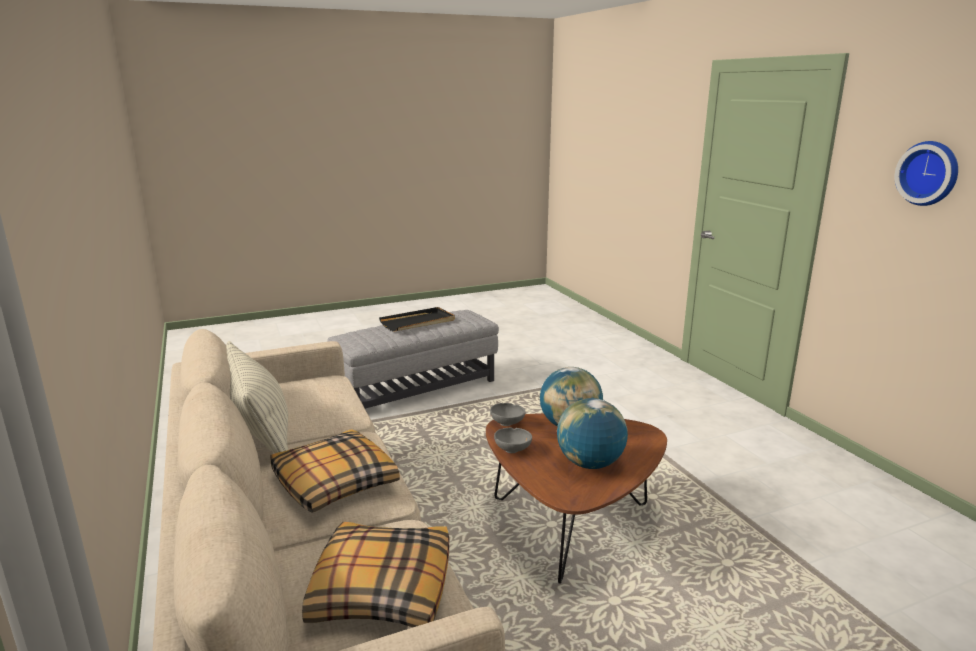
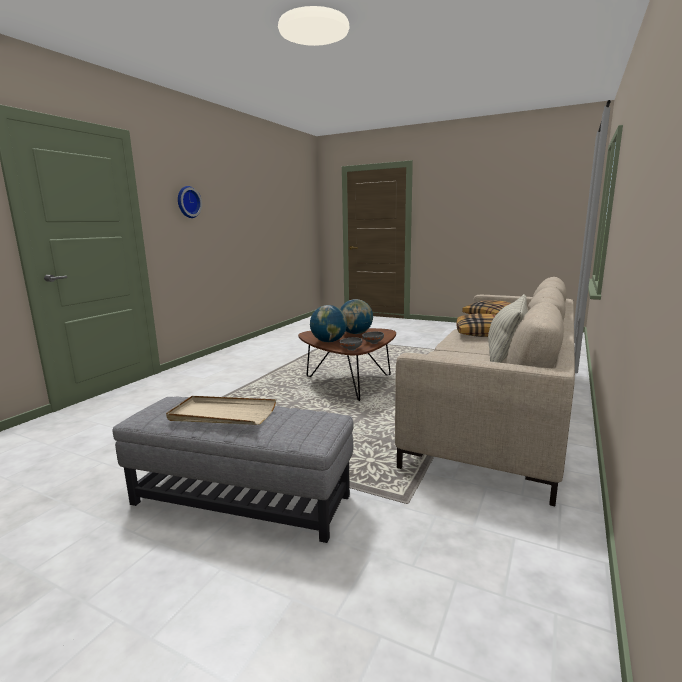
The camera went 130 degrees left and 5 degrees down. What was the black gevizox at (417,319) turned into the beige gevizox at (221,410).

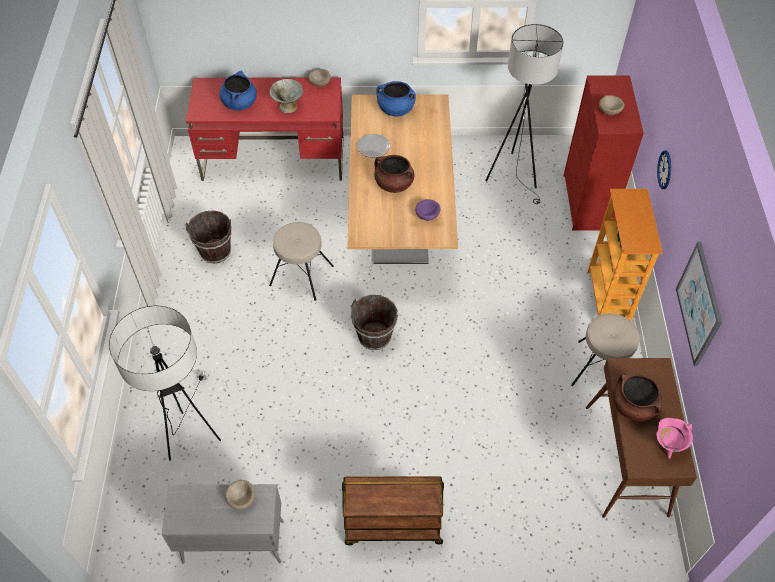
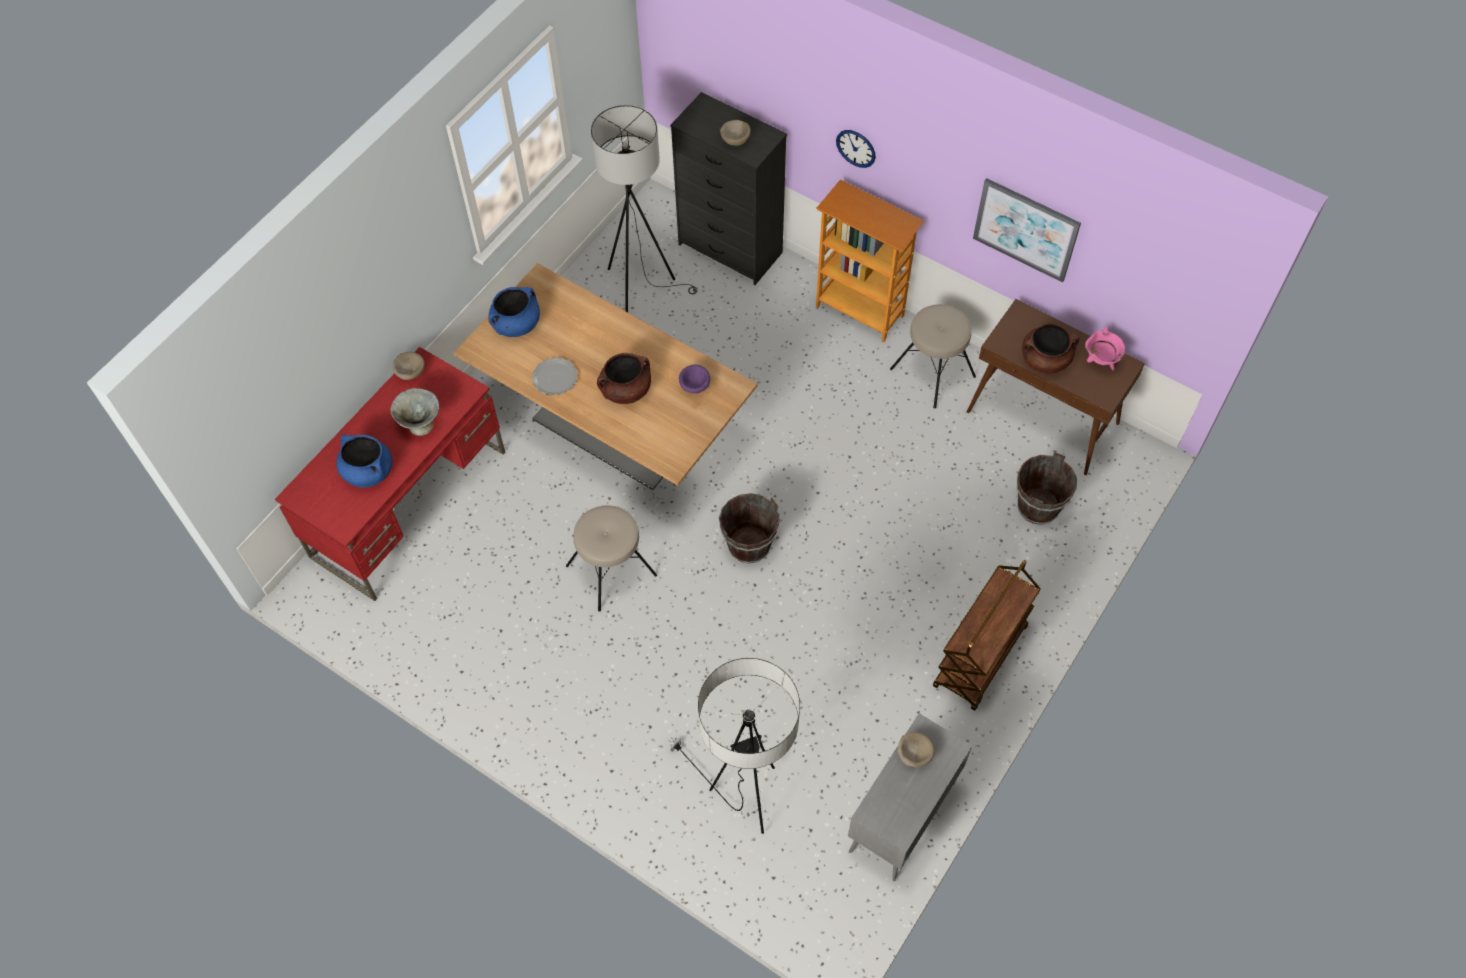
The camera went 55 degrees left and 5 degrees up. The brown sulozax ended up elsewhere, having gone from (209,237) to (1047,488). What was the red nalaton at (603,152) turned into the black nalaton at (728,188).

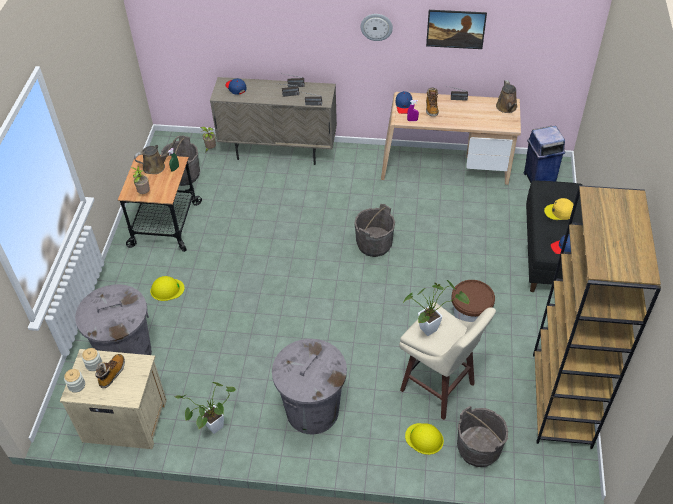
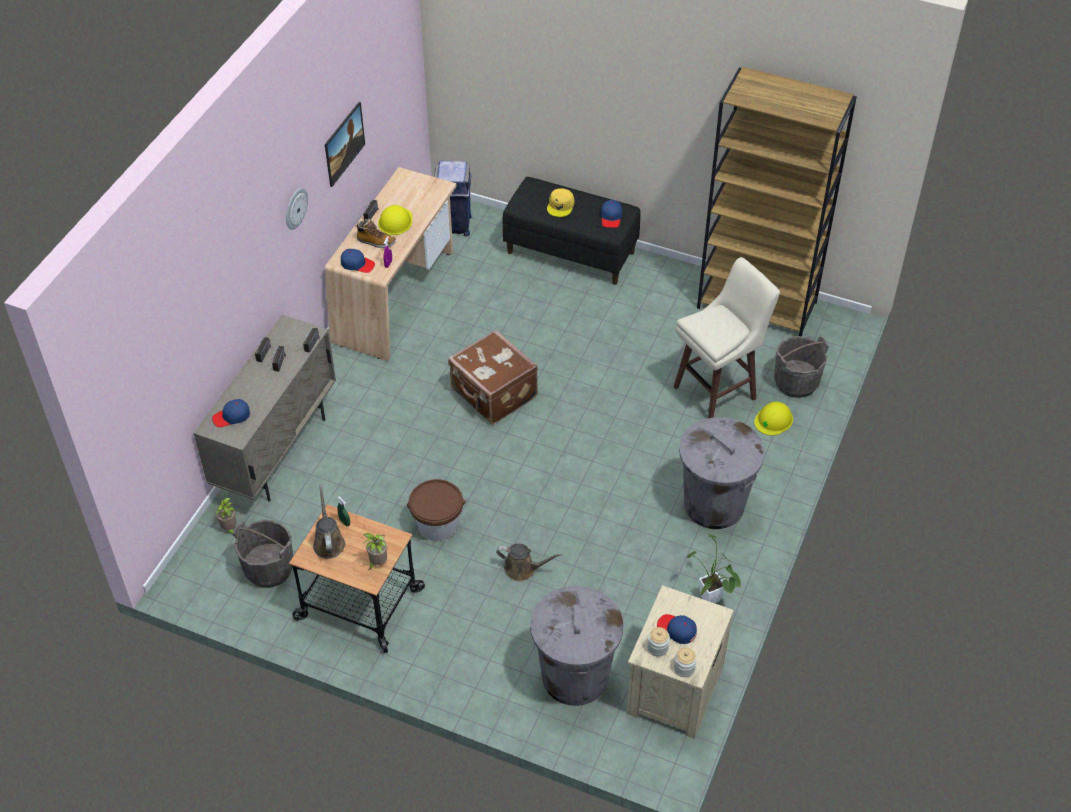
The camera went 75 degrees left and 0 degrees up. Where the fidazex stood at (110,371), the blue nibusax came to stand at (677,629). The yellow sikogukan ended up elsewhere, having gone from (167,288) to (395,220). Where the grey sulozax stood at (374,230), the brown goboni came to stand at (493,377). The second view lost the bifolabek at (436,308). The brown sulozax ended up elsewhere, having gone from (473,301) to (436,510). The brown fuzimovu ended up elsewhere, having gone from (506,96) to (529,562).

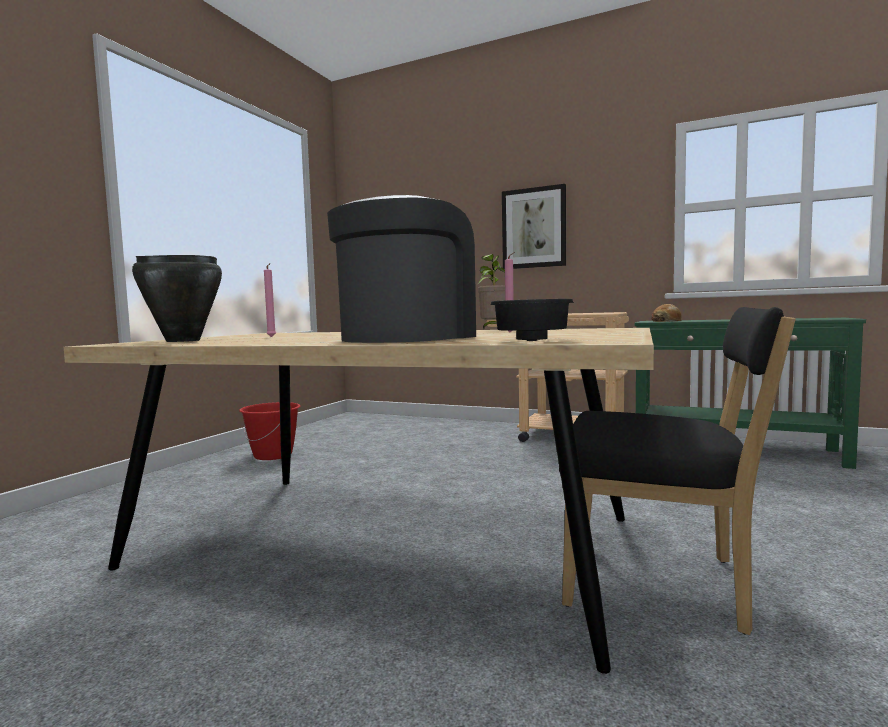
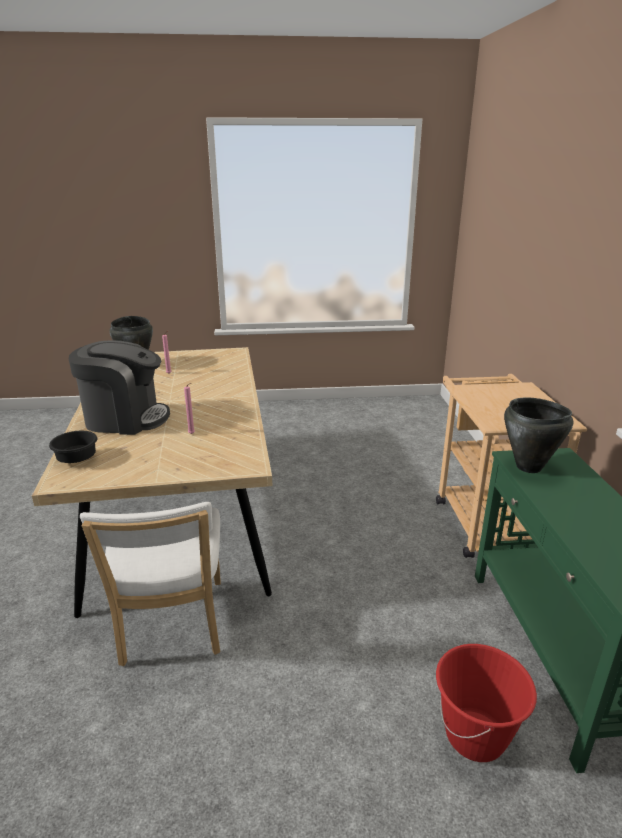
The camera went 60 degrees right and 20 degrees up. The red sulozax ended up elsewhere, having gone from (269,431) to (486,703). The second view lost the bifolabek at (491,291). The second view lost the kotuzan at (534,226). What was the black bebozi at (677,471) turned into the white bebozi at (150,584). Where the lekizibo stood at (666,313), the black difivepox came to stand at (539,435).

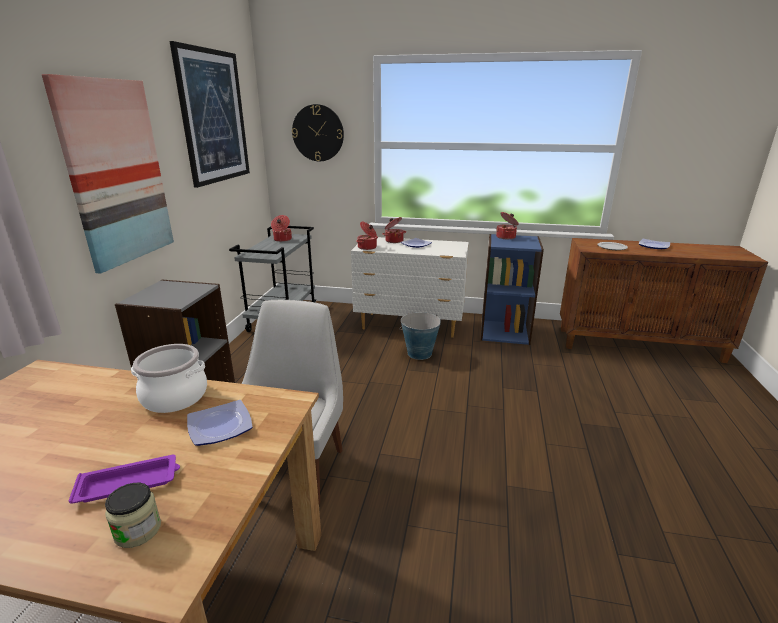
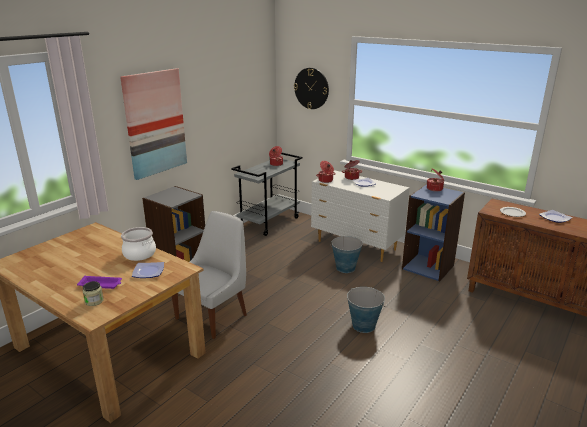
The camera went 25 degrees right and 0 degrees up. The second view lost the kotuzan at (209,114). The second view gained the sulozax at (366,310).

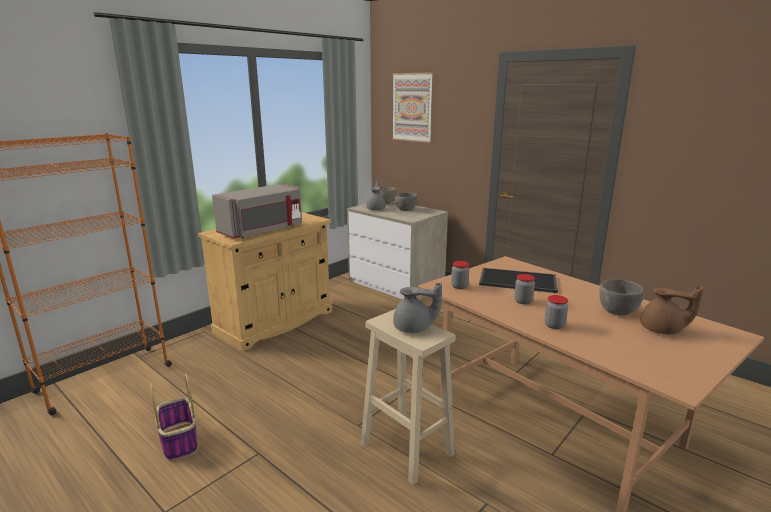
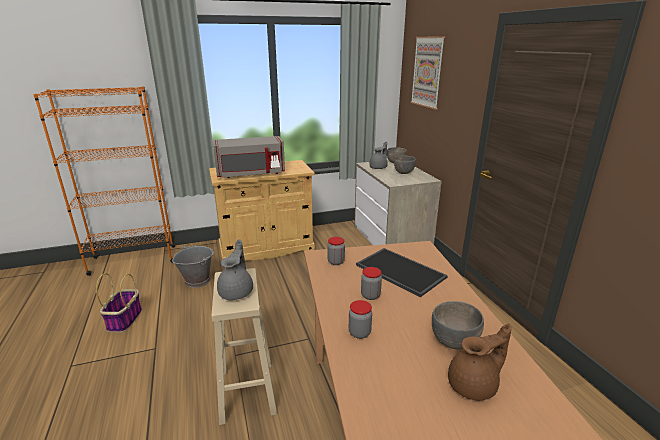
The camera went 30 degrees right and 5 degrees up. The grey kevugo at (417,307) ended up facing another way, 120 degrees counterclockwise from before. The brown kevugo at (672,310) ended up facing another way, 75 degrees counterclockwise from before. The second view gained the grey sulozax at (193,267).

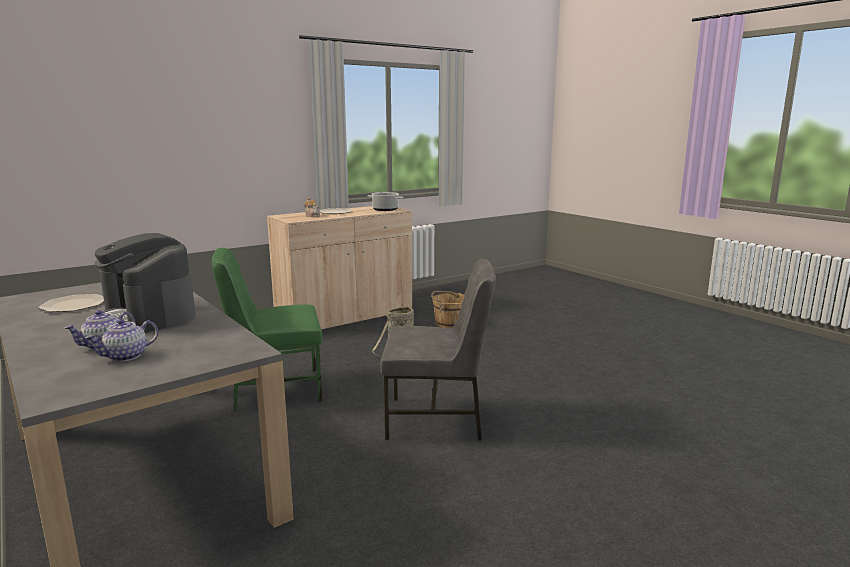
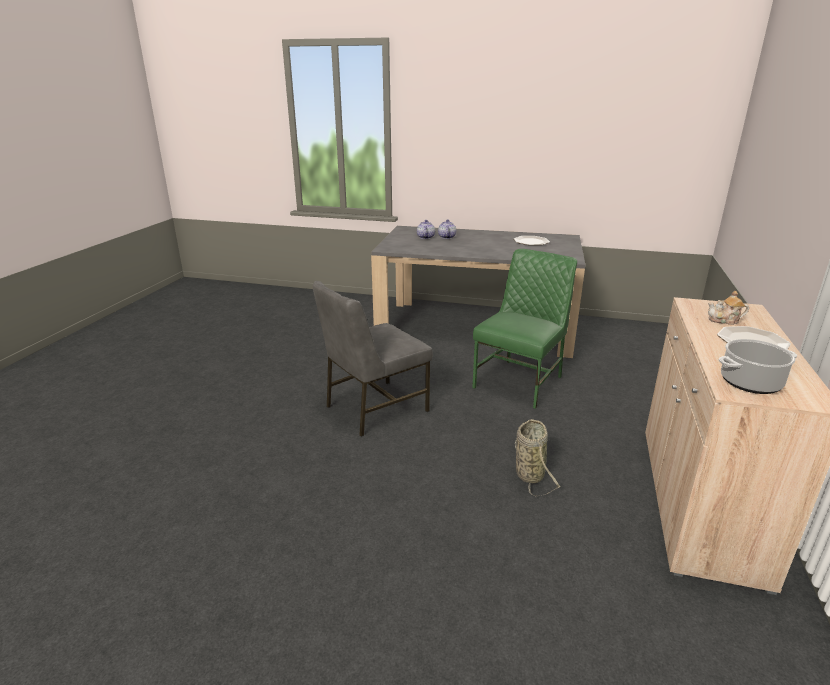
The camera went 140 degrees right and 10 degrees up. The second view lost the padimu at (144,283). The second view lost the brown sulozax at (447,309).

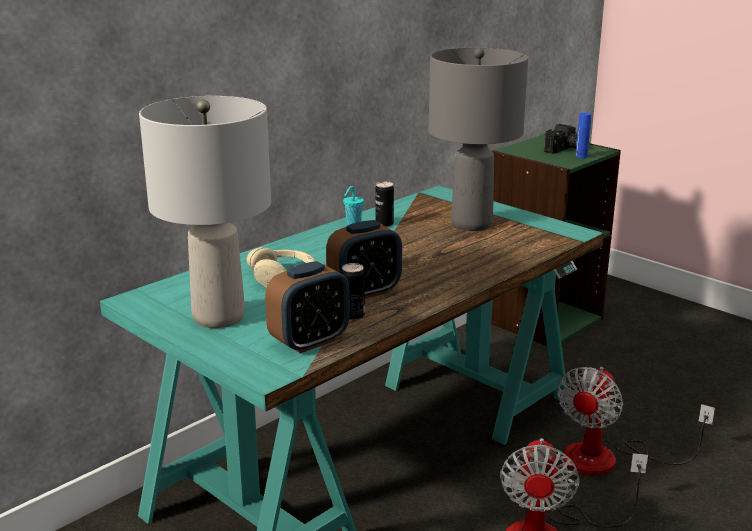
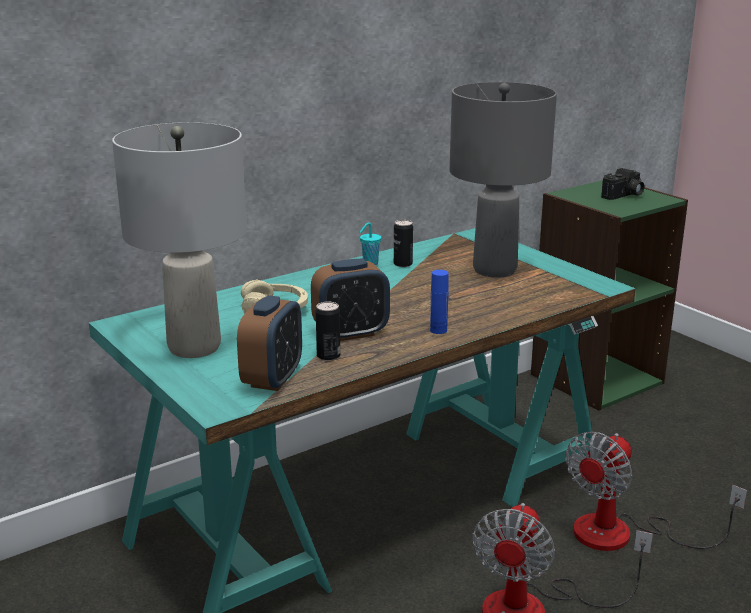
The camera went 10 degrees right and 0 degrees up. The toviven at (307,307) ended up facing another way, 45 degrees counterclockwise from before. The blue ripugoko ended up elsewhere, having gone from (583,135) to (439,302).

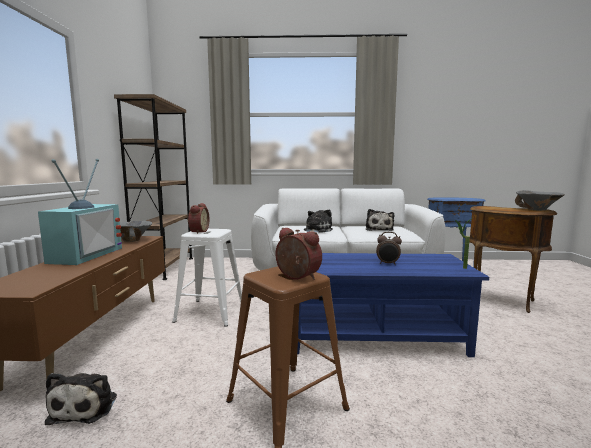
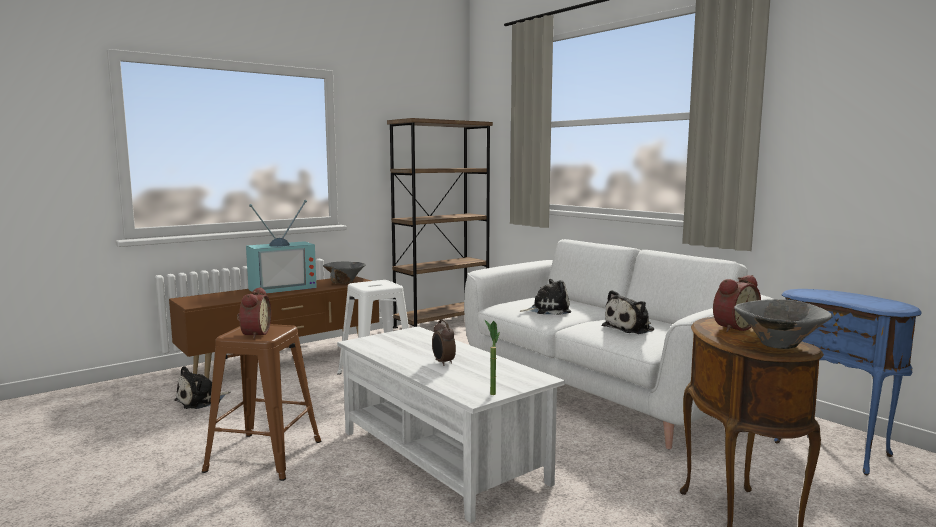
The camera went 50 degrees right and 0 degrees up. The toviven ended up elsewhere, having gone from (198,218) to (737,303). What was the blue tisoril at (393,305) turned into the white tisoril at (451,424).

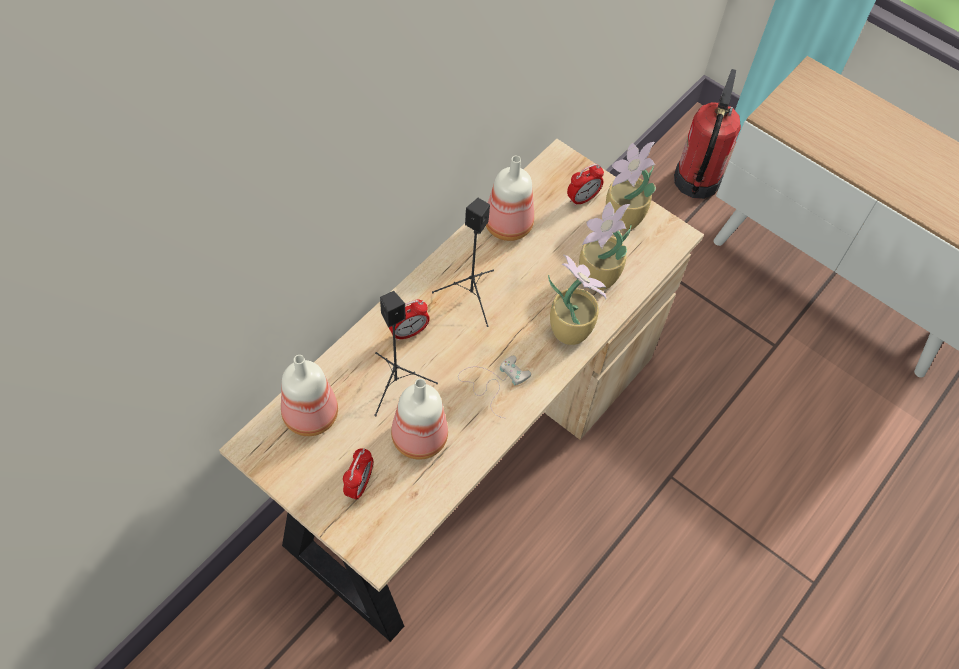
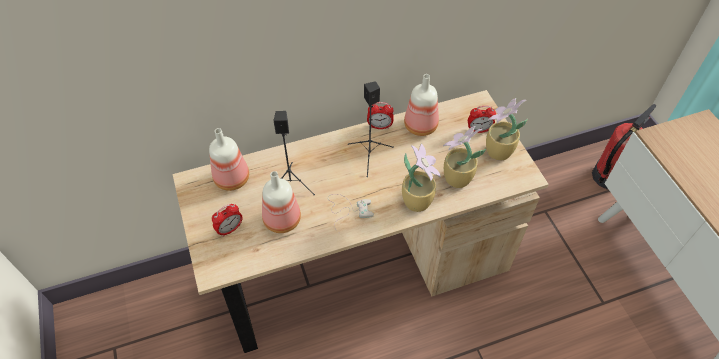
The camera went 35 degrees right and 5 degrees down. The toviven ended up elsewhere, having gone from (409,320) to (380,115).

